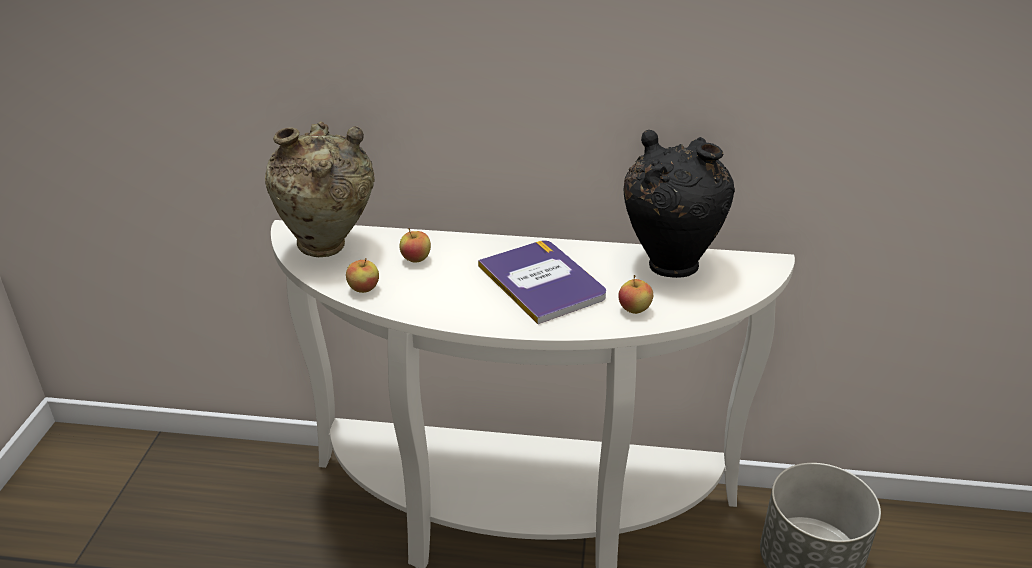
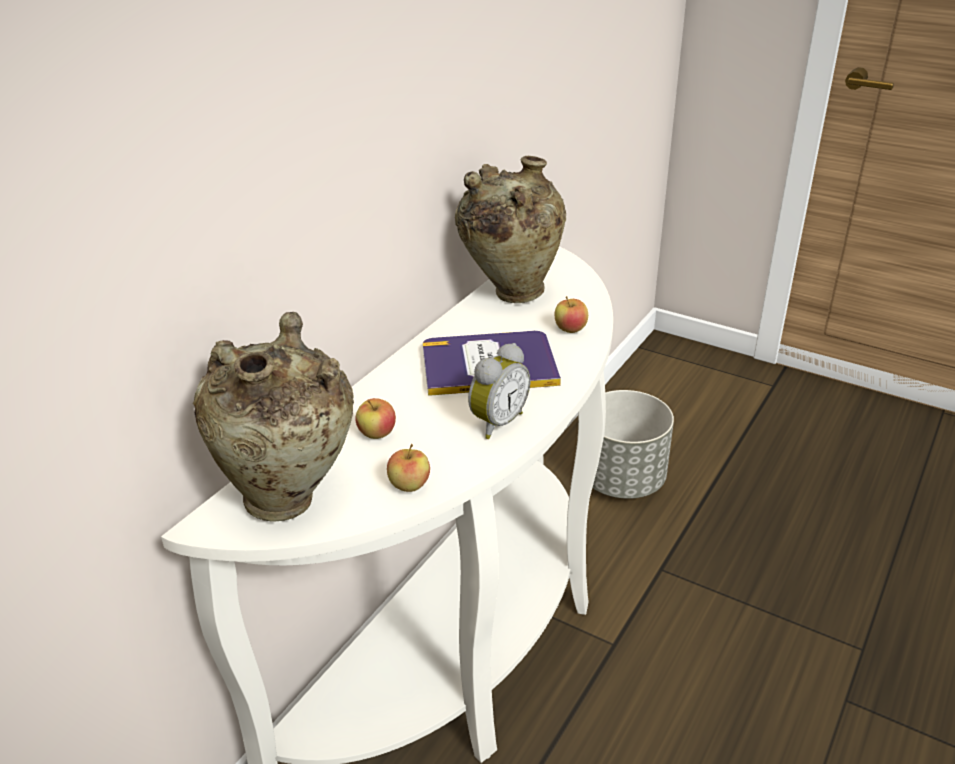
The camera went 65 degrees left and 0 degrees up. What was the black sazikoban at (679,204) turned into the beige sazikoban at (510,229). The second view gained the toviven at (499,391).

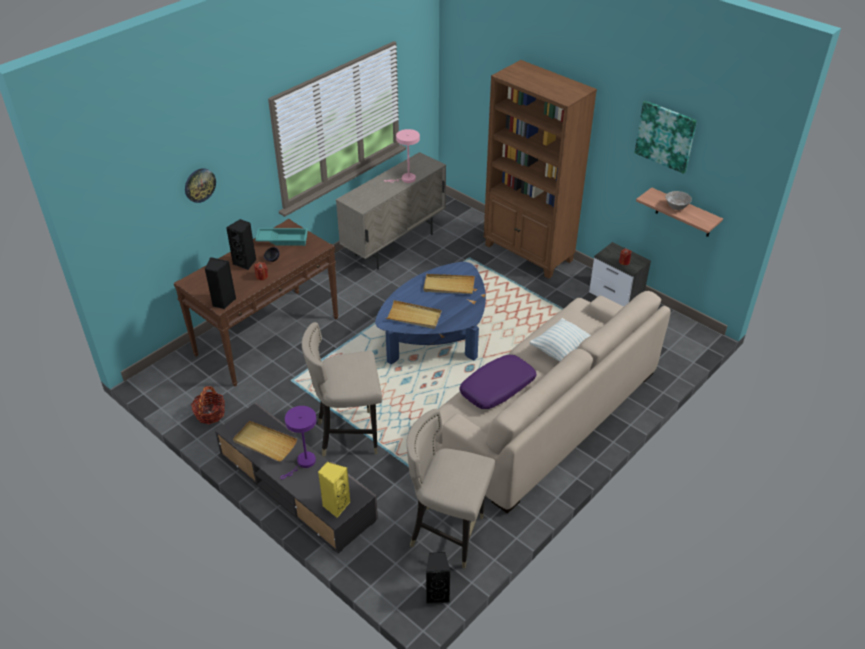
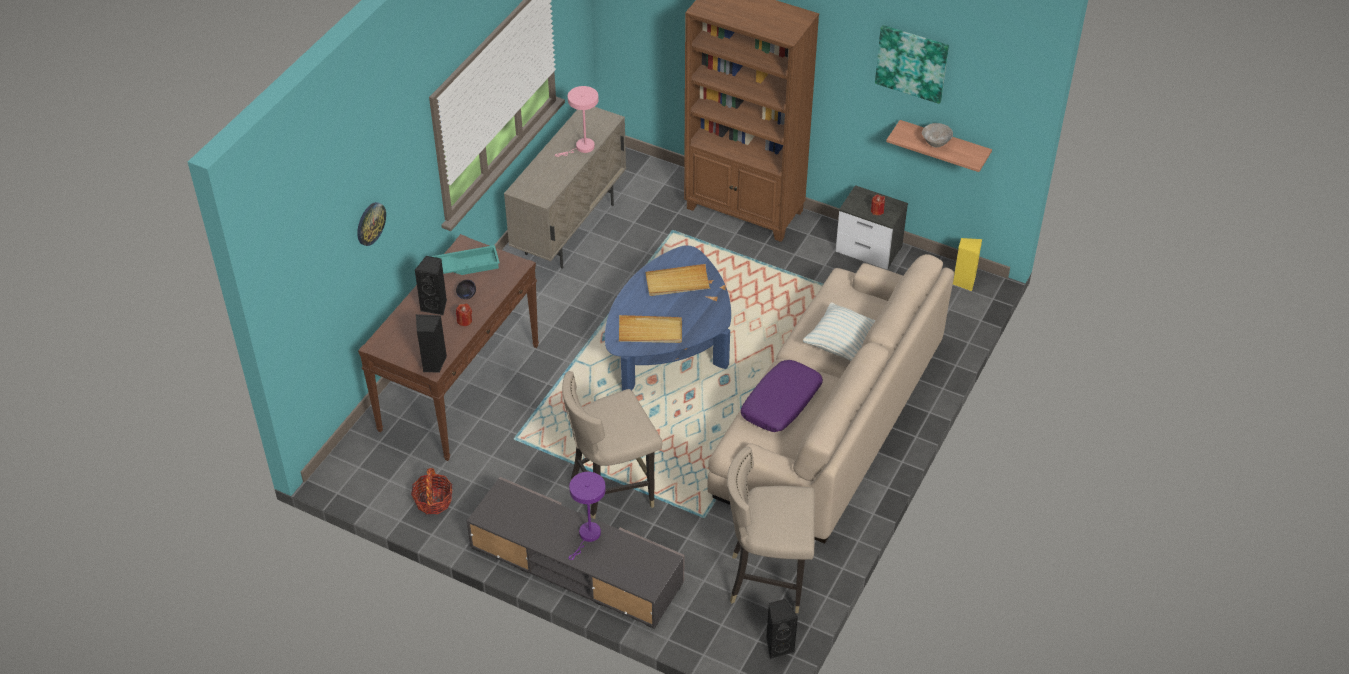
The camera went 15 degrees left and 5 degrees up. The second view lost the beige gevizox at (265,441). The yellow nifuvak ended up elsewhere, having gone from (334,489) to (967,264).

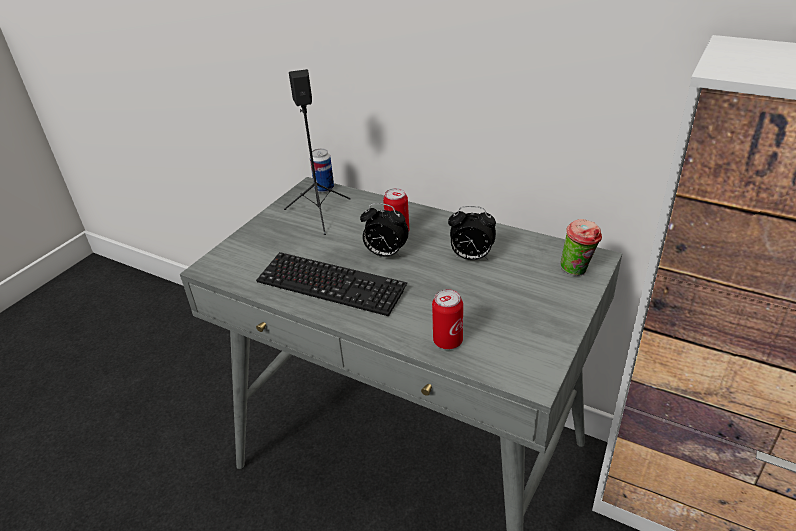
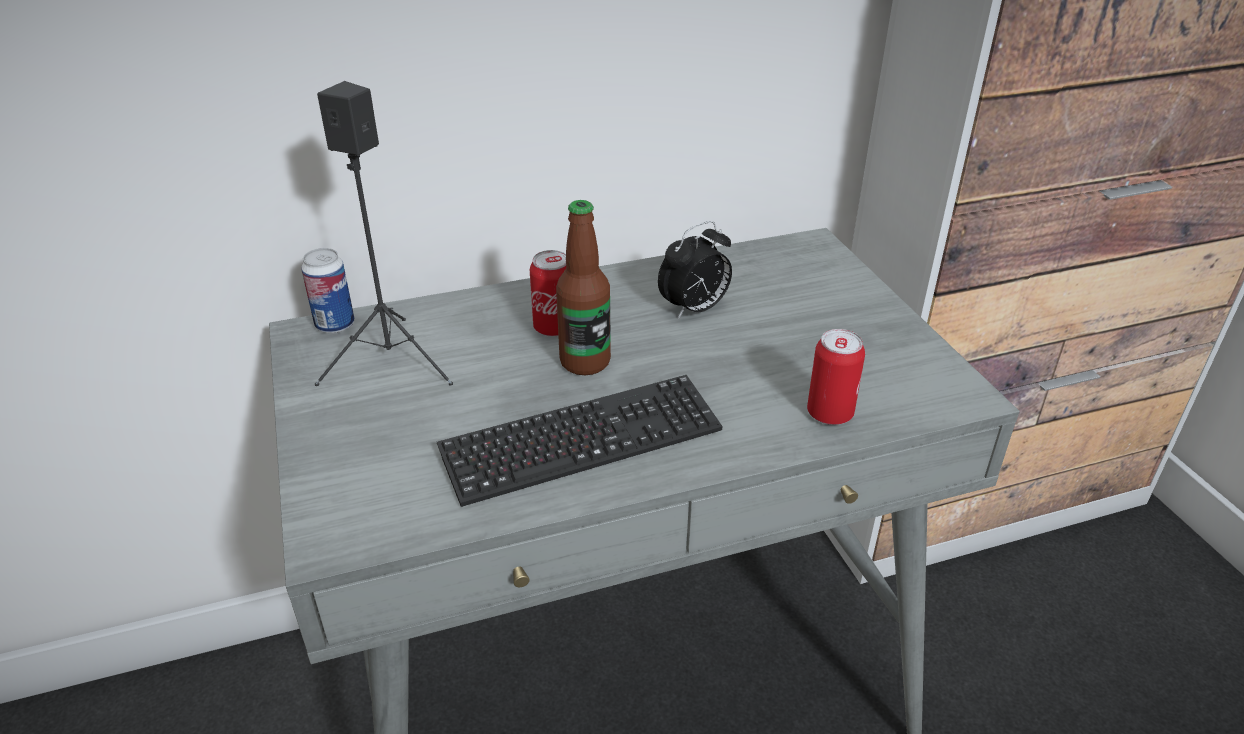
The camera went 50 degrees left and 0 degrees up. Where the toviven stood at (384,230), the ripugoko came to stand at (583,287). The second view lost the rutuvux at (581,247).

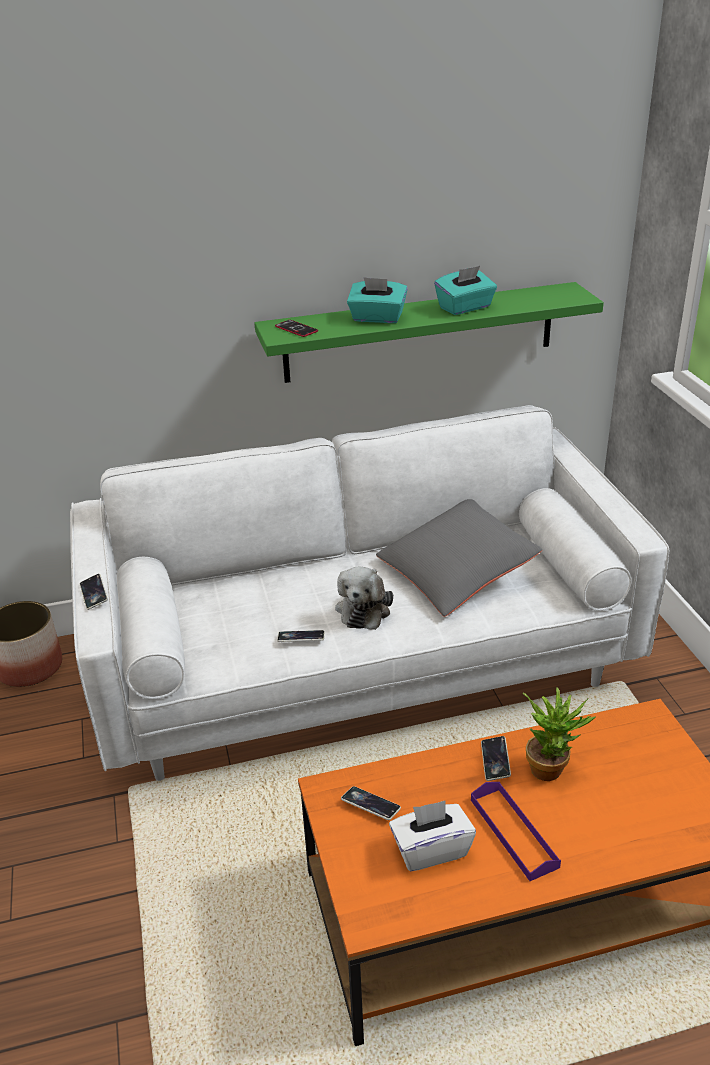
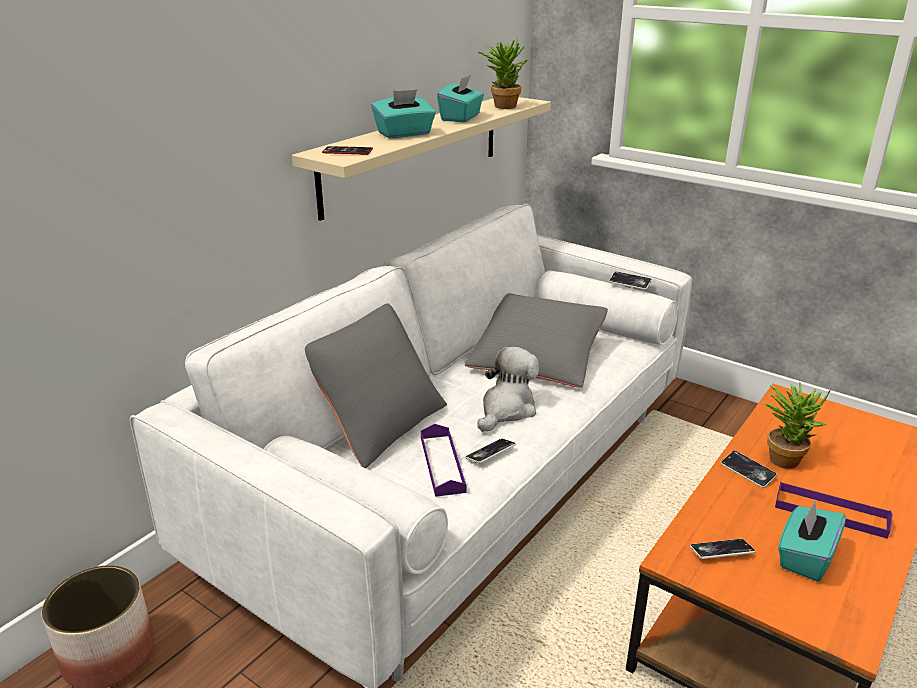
The camera went 40 degrees left and 5 degrees down. The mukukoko ended up elsewhere, having gone from (94,592) to (630,280). What was the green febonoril at (429,332) turned into the beige febonoril at (421,159). The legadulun at (364,598) ended up facing another way, 120 degrees counterclockwise from before. What was the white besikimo at (432,835) turned into the turquoise besikimo at (812,541). The second view gained the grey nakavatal at (376,385). The second view gained the purple gevizox at (443,460). The second view gained the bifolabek at (503,74).

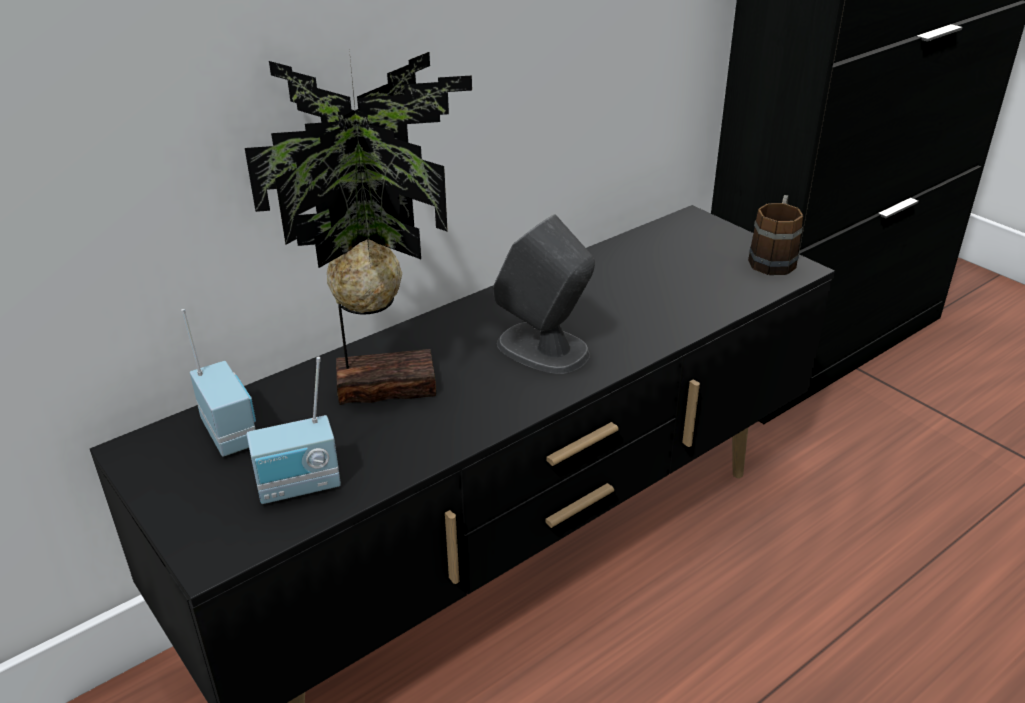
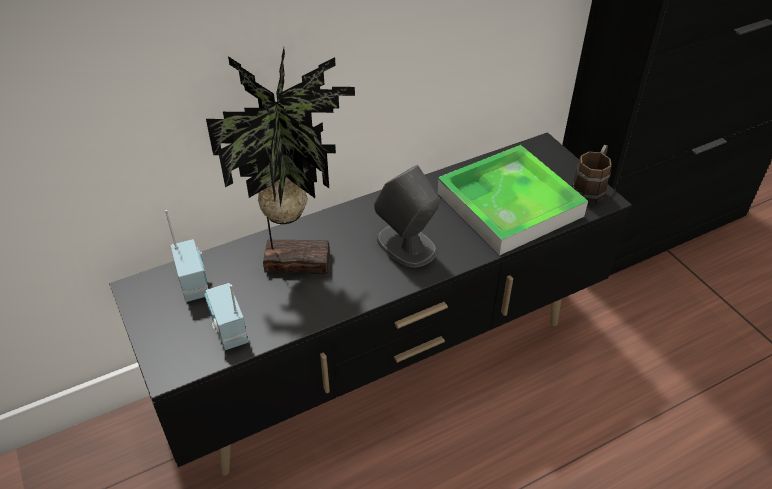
The camera went 10 degrees right and 10 degrees up. The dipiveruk at (294,430) ended up facing another way, 75 degrees clockwise from before. The second view gained the gevizox at (512,200).

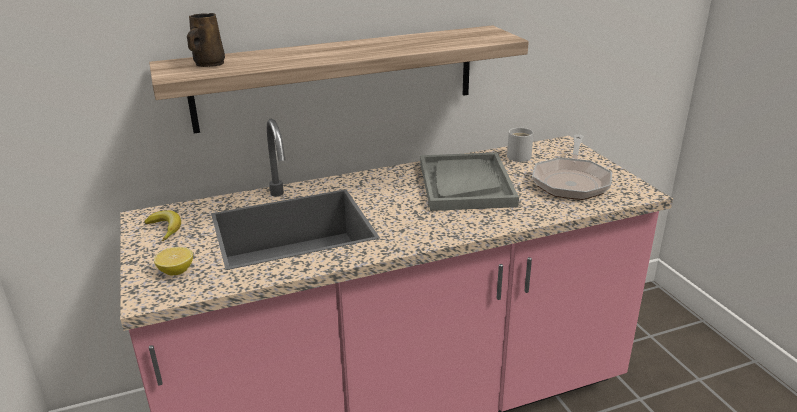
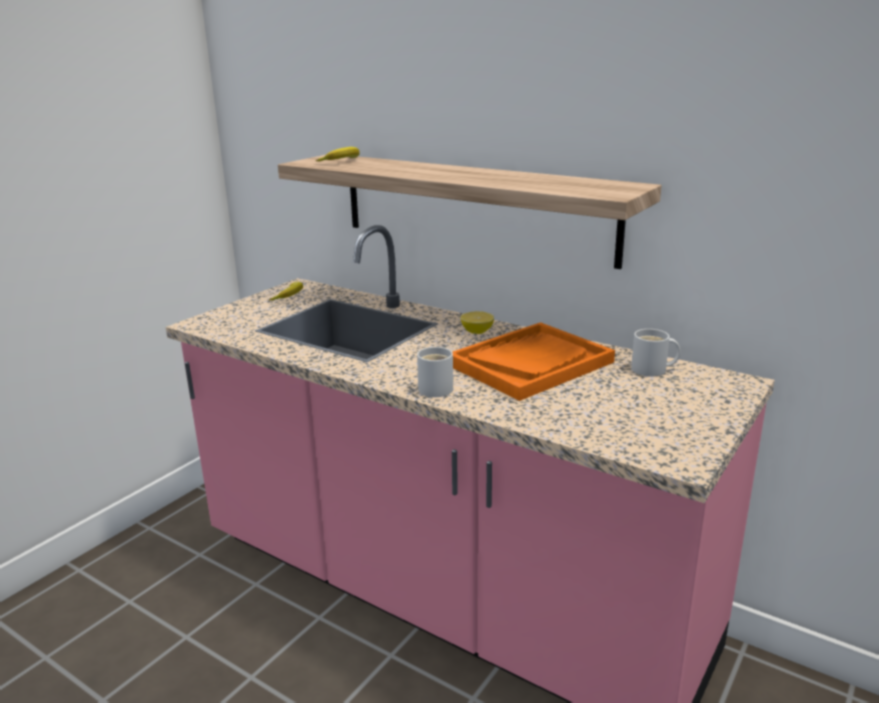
The camera went 55 degrees right and 5 degrees down. The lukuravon ended up elsewhere, having gone from (173,261) to (477,322). Where the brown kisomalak stood at (206,40), the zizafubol came to stand at (337,154). What was the grey gevizox at (469,181) turned into the orange gevizox at (533,361). The second view lost the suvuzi at (572,167). The second view gained the white kisomalak at (435,372).

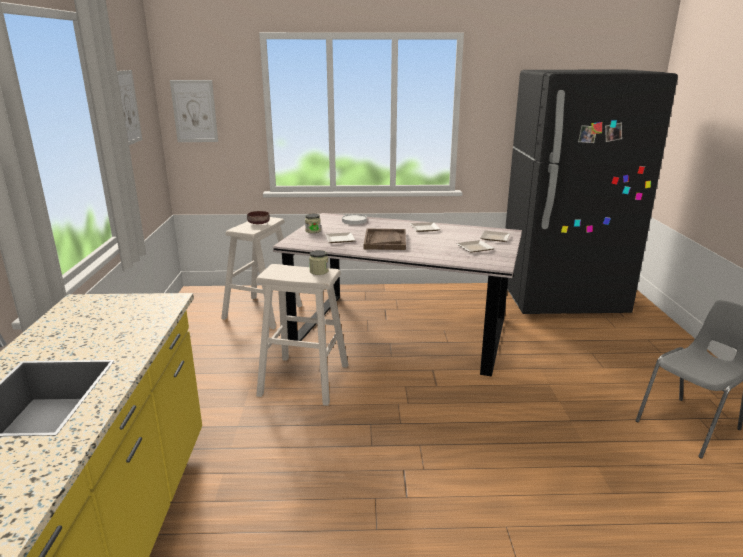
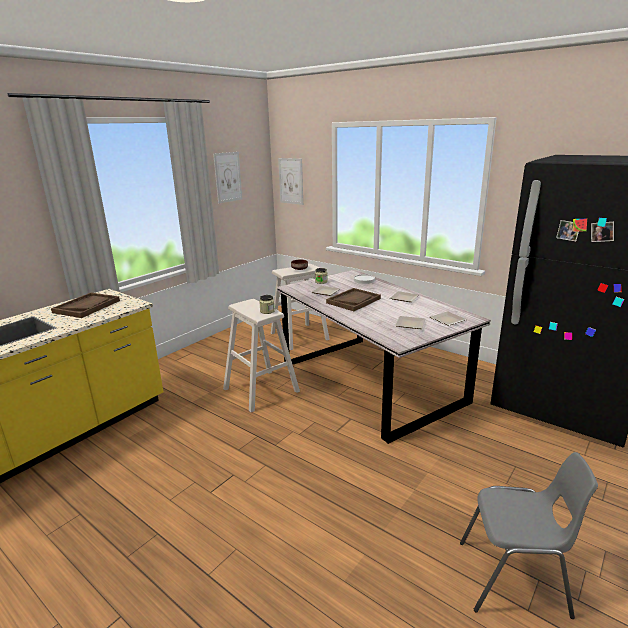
The camera went 40 degrees right and 0 degrees up. The second view gained the brown gevizox at (85,305).

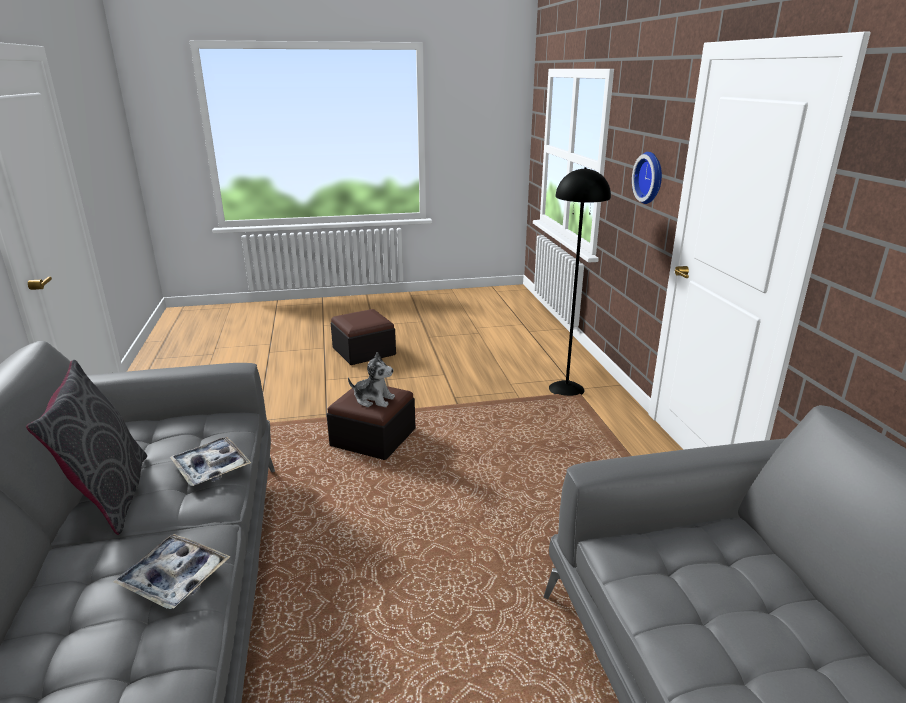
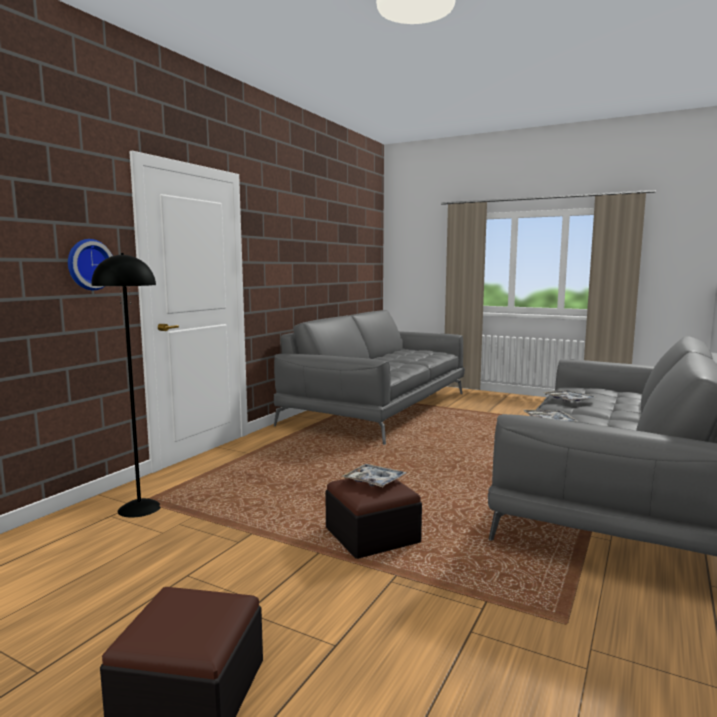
The camera went 140 degrees left and 15 degrees down. The second view lost the grey nakavatal at (86,447). Where the legadulun stood at (371,379), the gevizox came to stand at (374,476).

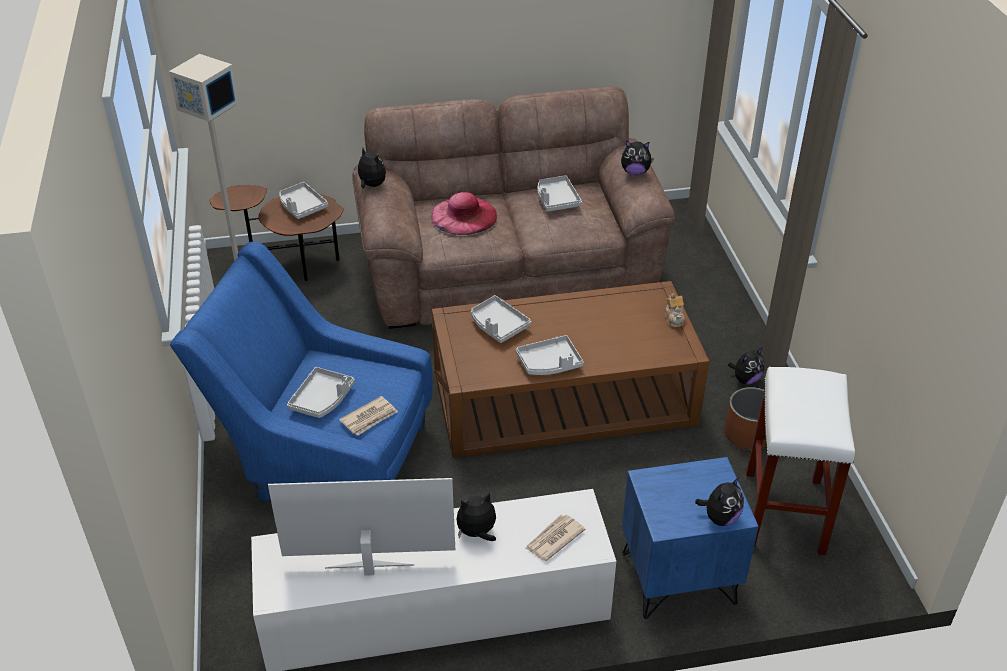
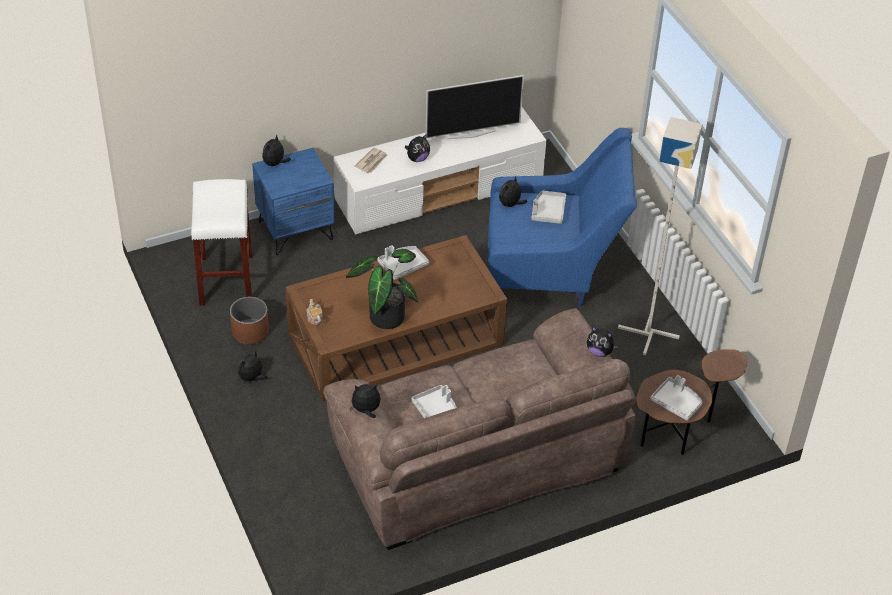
The camera went 165 degrees right and 5 degrees up. Where the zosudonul stood at (368,415), the legadulun came to stand at (513,191). The second view lost the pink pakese at (464,213). The second view lost the grey gevizox at (501,319). The second view gained the bifolabek at (382,289).

